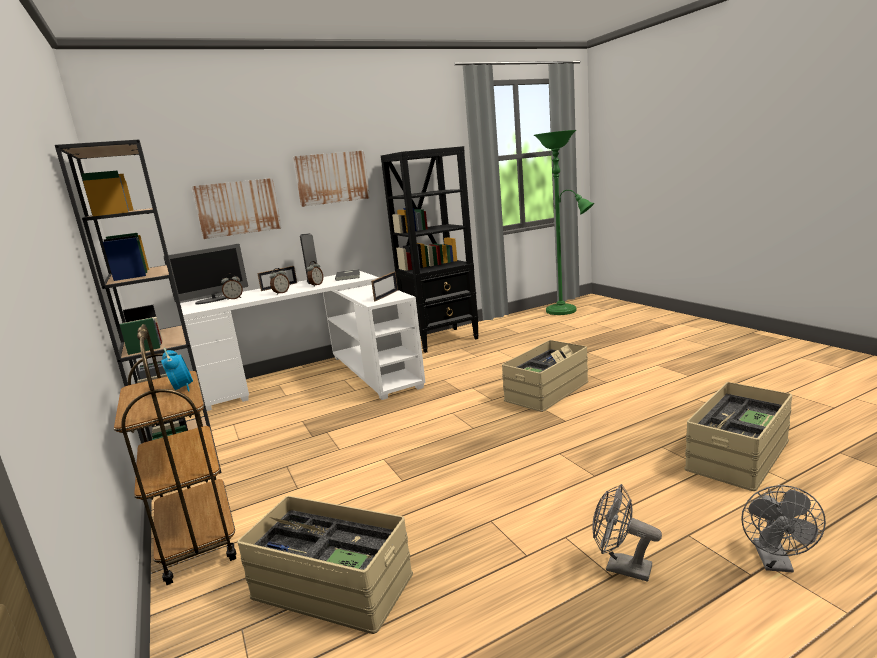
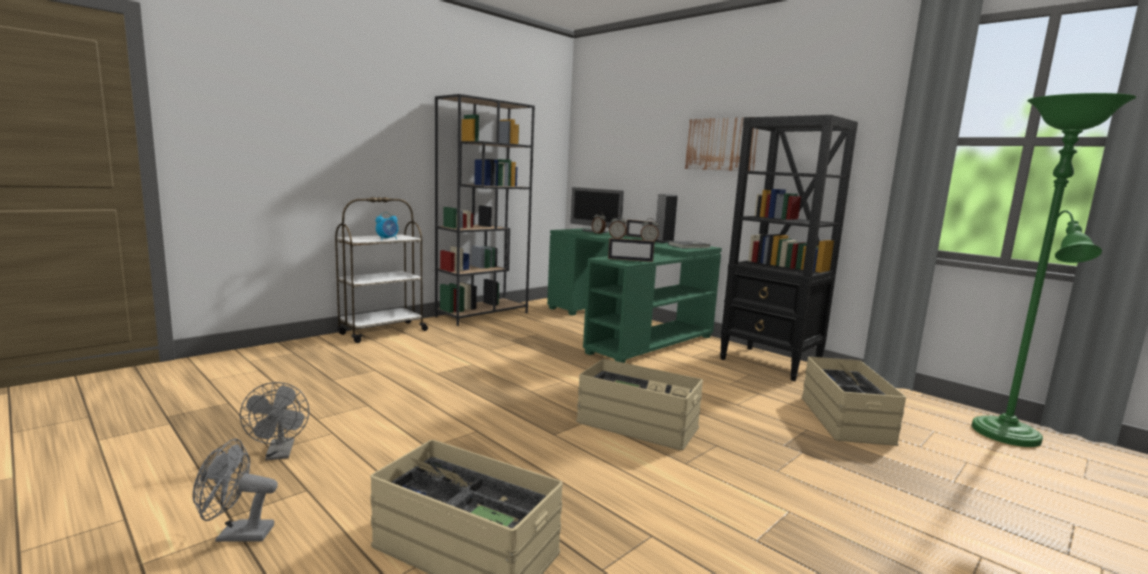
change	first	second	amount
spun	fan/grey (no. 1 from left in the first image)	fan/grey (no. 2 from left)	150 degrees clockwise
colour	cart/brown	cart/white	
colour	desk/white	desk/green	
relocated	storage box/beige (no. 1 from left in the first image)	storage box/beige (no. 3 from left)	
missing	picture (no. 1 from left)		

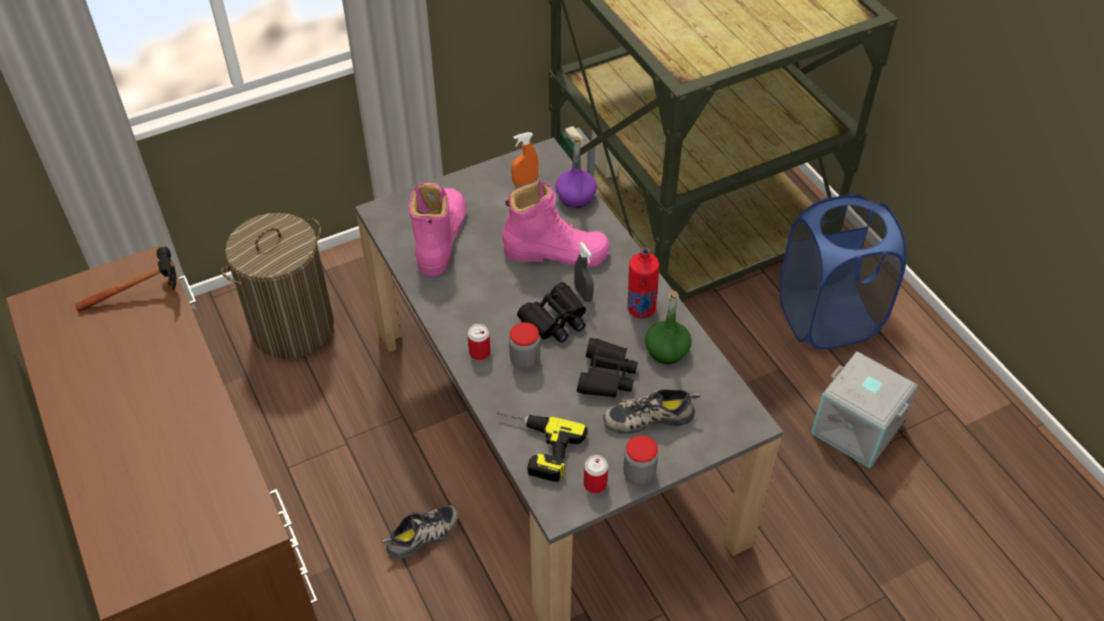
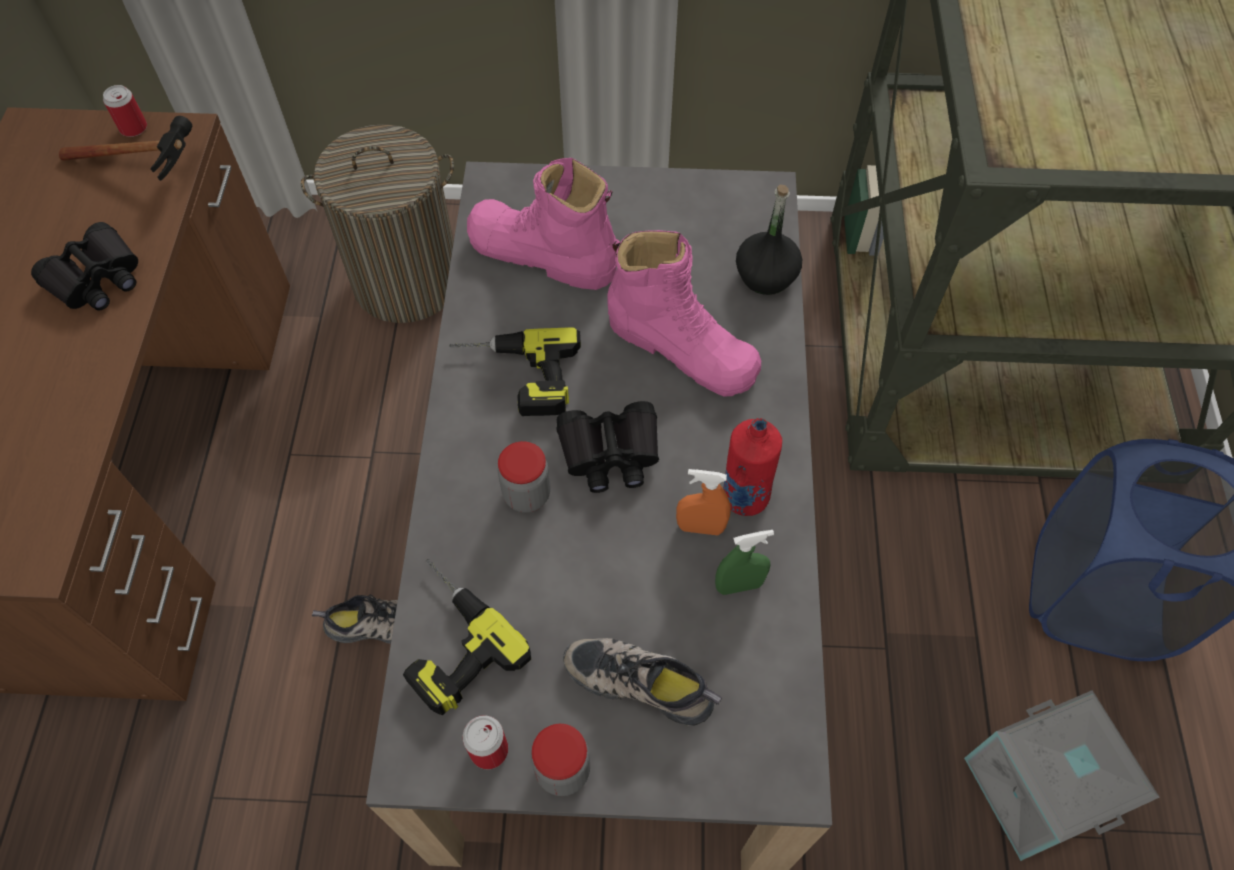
change	first	second	amount
relocated	binoculars/black (no. 2 from left in the first image)	binoculars/black (no. 1 from left)	
relocated	can (no. 1 from left)		
appeared		power drill (no. 2 from left)	
spun	boot/pink (no. 1 from left)		105 degrees counterclockwise
relocated	spray bottle/orange		
exchanged	bottle/green	spray bottle/green	
colour	bottle/purple	bottle/black	
missing	spray bottle/grey		

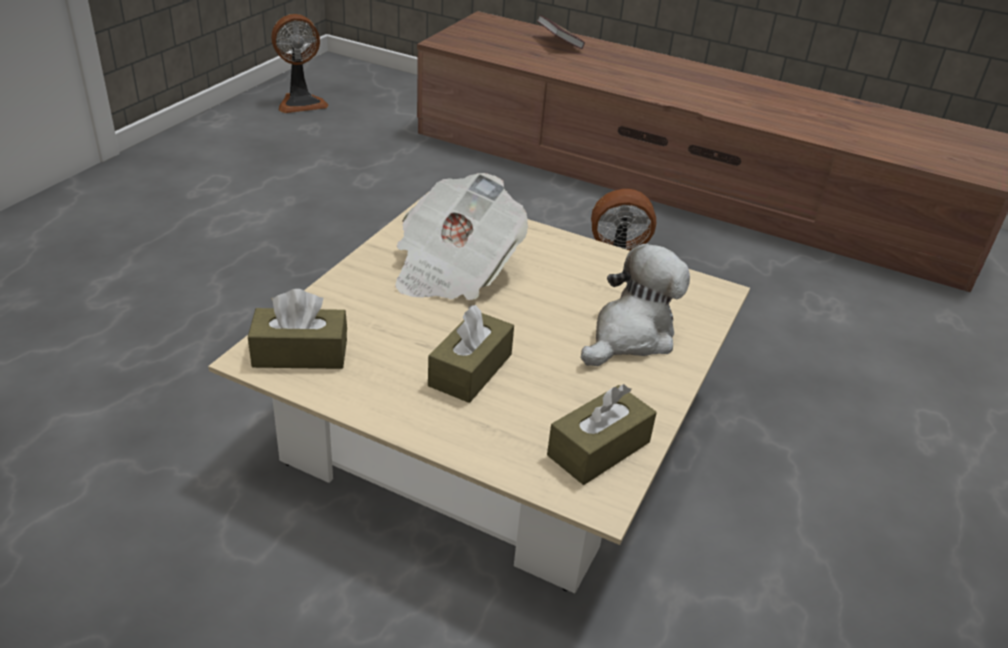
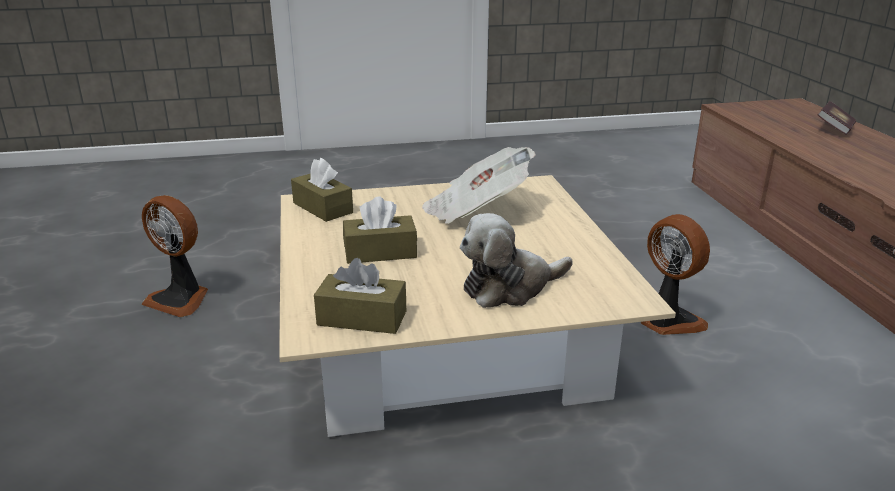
change	first	second	amount
relocated	fan (no. 1 from left)		
spun	plush toy		150 degrees clockwise

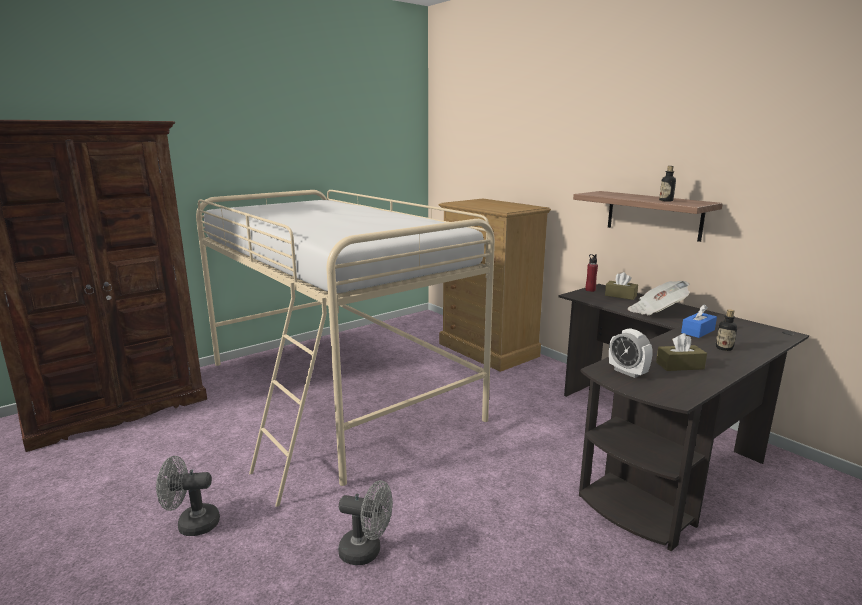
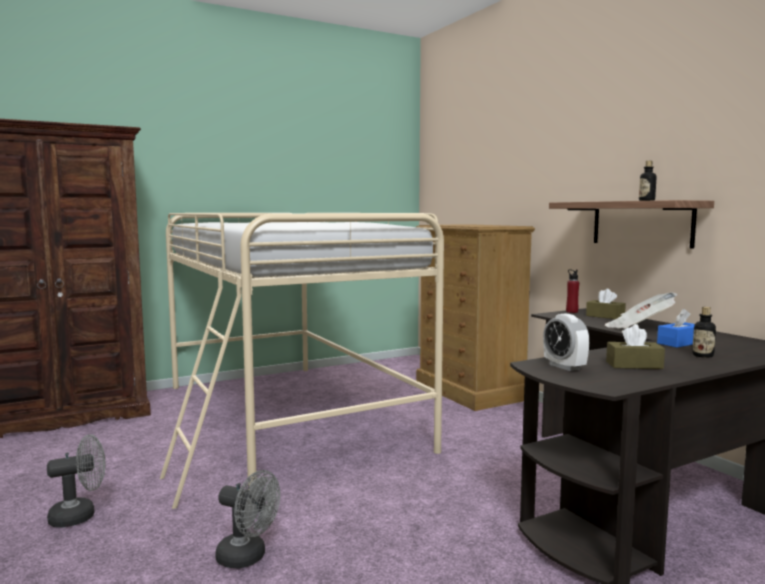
change	first	second	amount
spun	fan/grey (no. 1 from left)		150 degrees clockwise

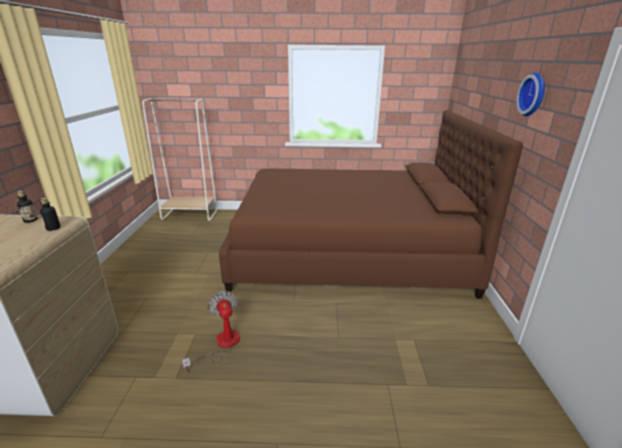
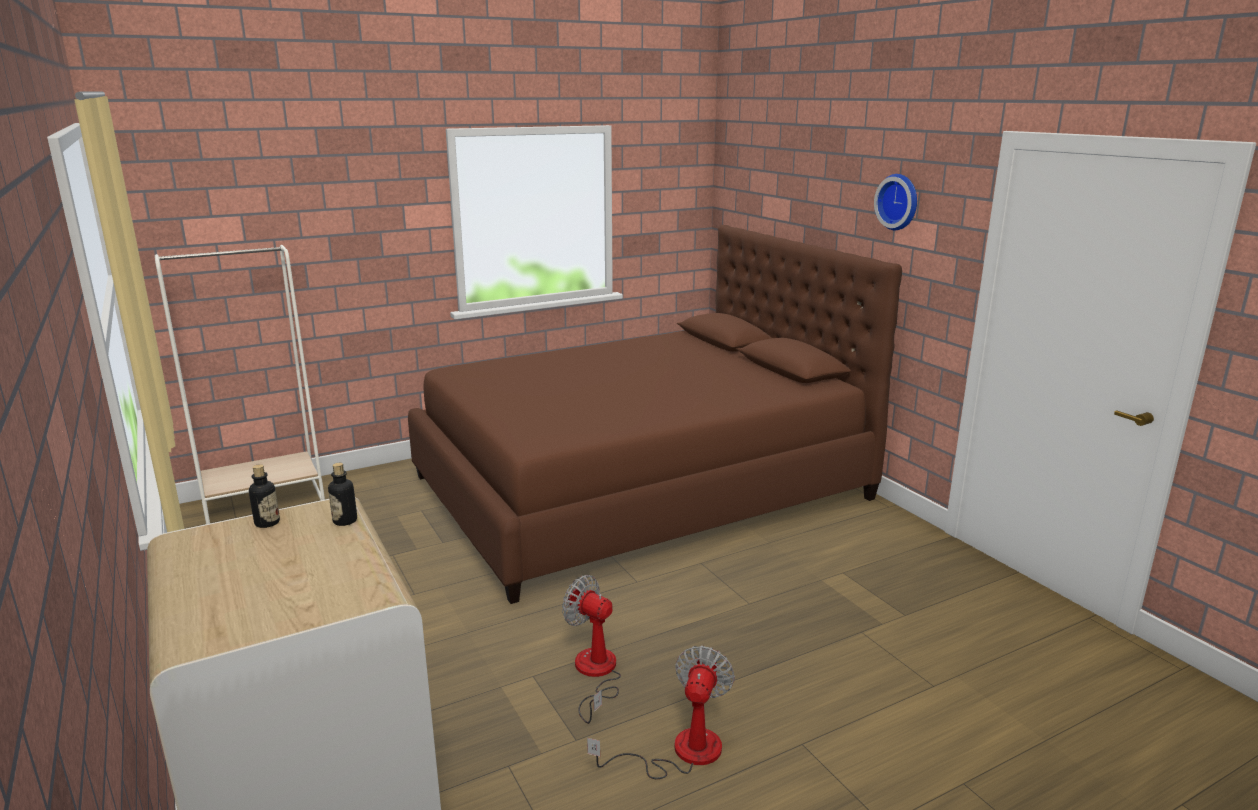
change	first	second	amount
appeared		fan (no. 2 from left)	

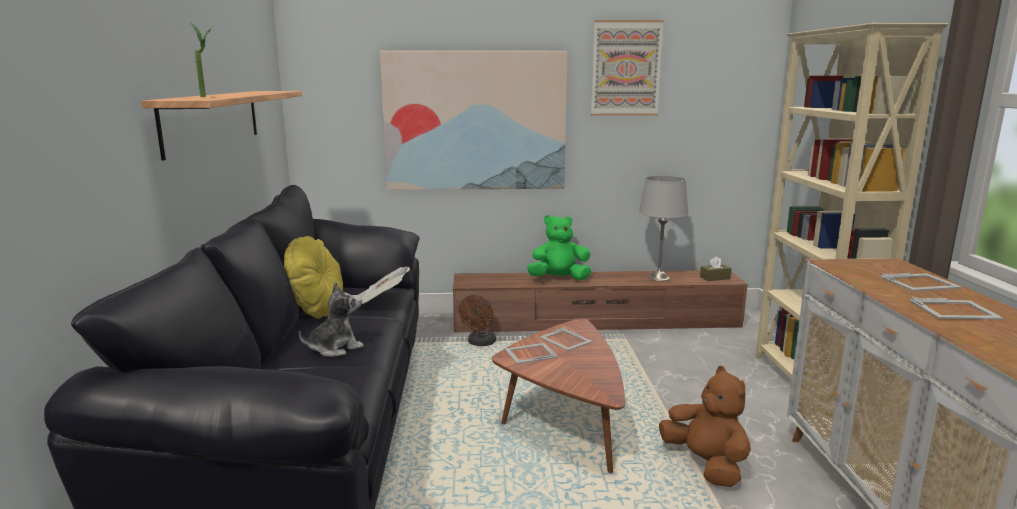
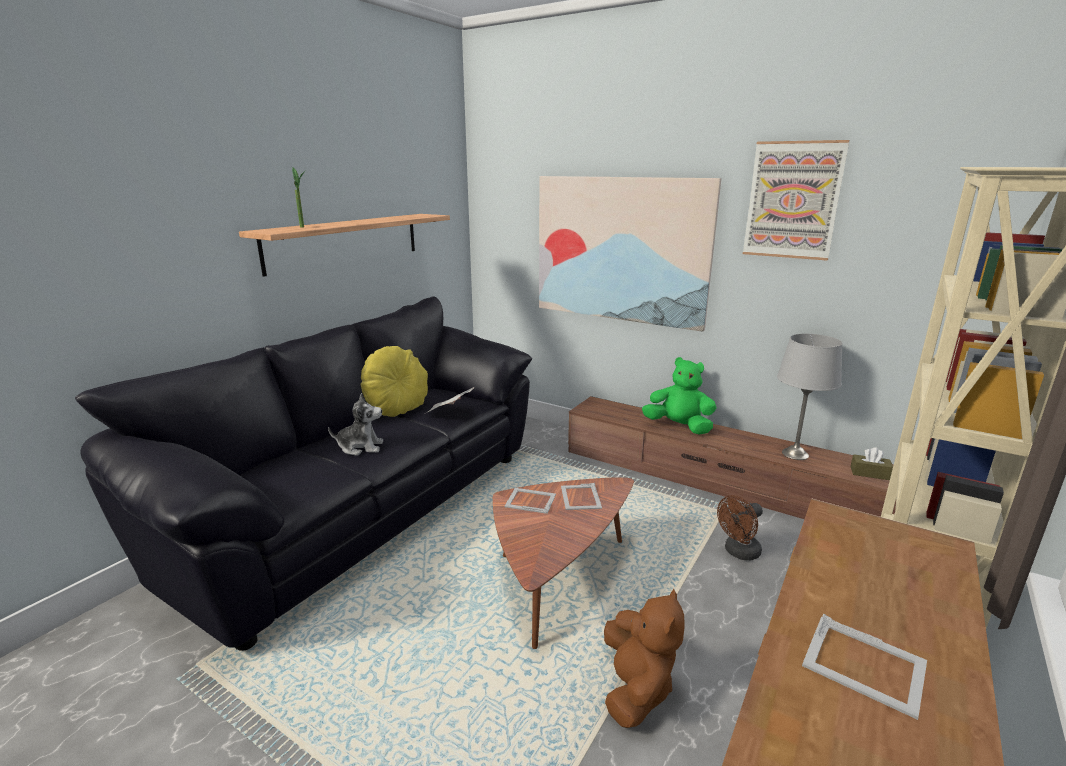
change	first	second	amount
relocated	fan/brown		
missing	picture frame (no. 3 from left)		

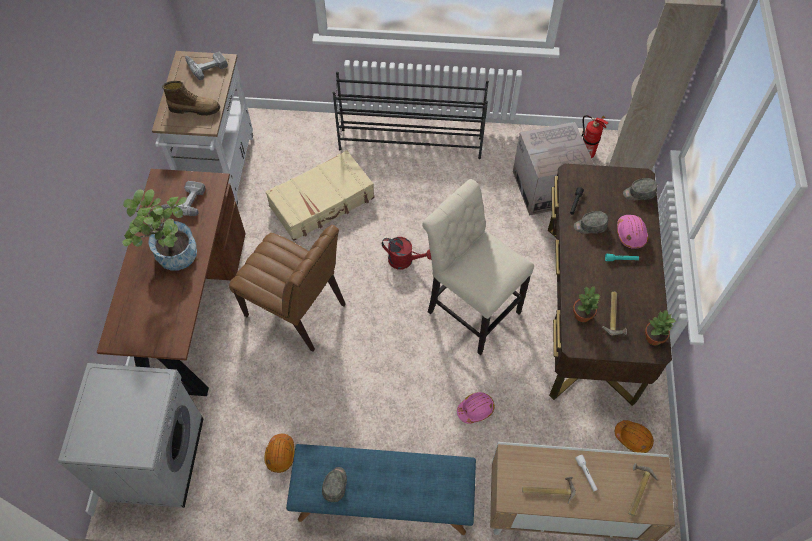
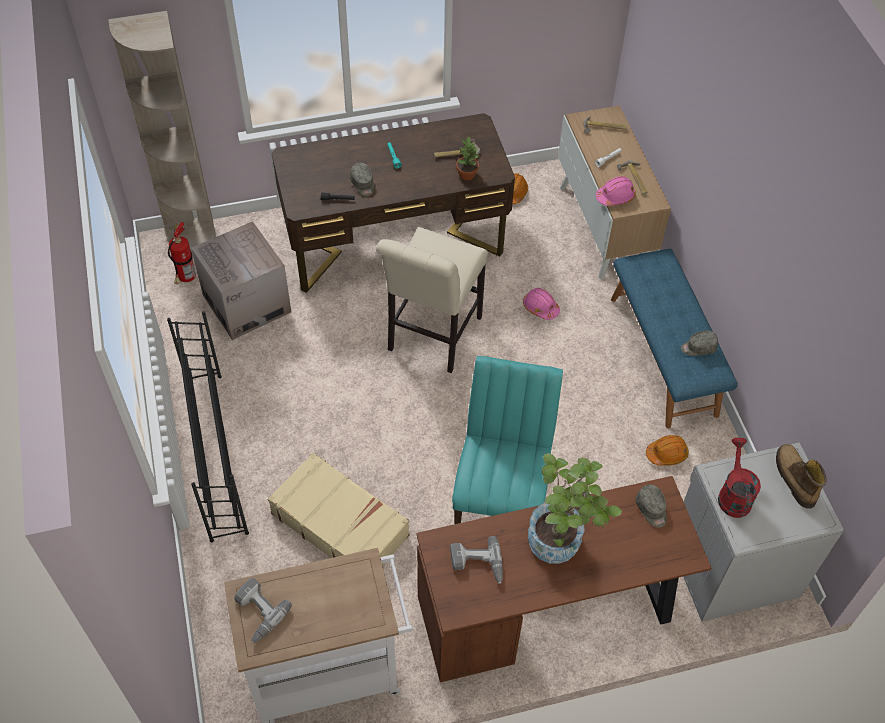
change	first	second	amount
colour	chair/brown	chair/turquoise	
relocated	hard hat/pink (no. 2 from left)		
relocated	cap/grey (no. 3 from left in the first image)	cap/grey (no. 2 from left)	
relocated	watering can/red		
relocated	boot		
missing	potted plant (no. 3 from left)		

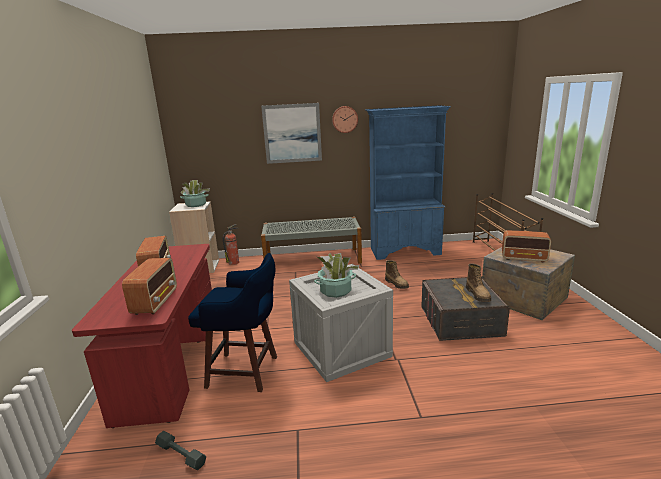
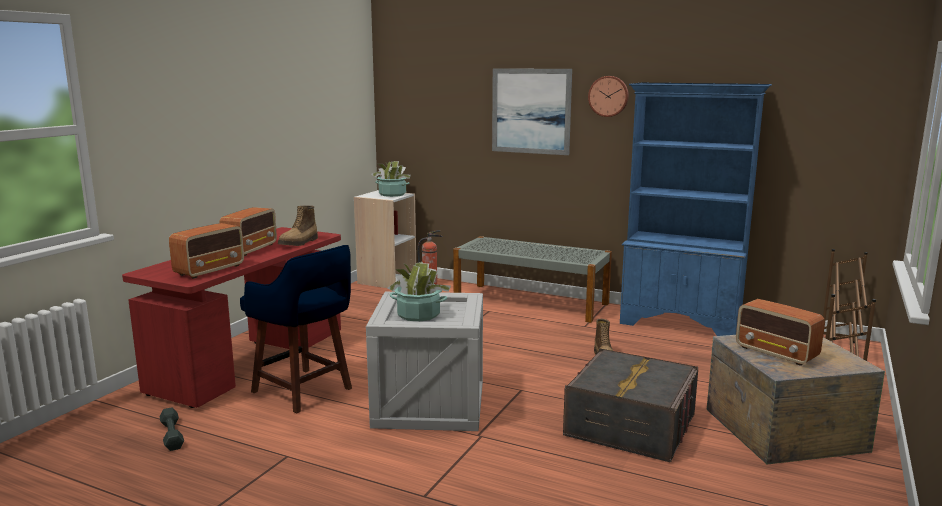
change	first	second	amount
relocated	boot (no. 2 from left in the first image)	boot (no. 1 from left)	

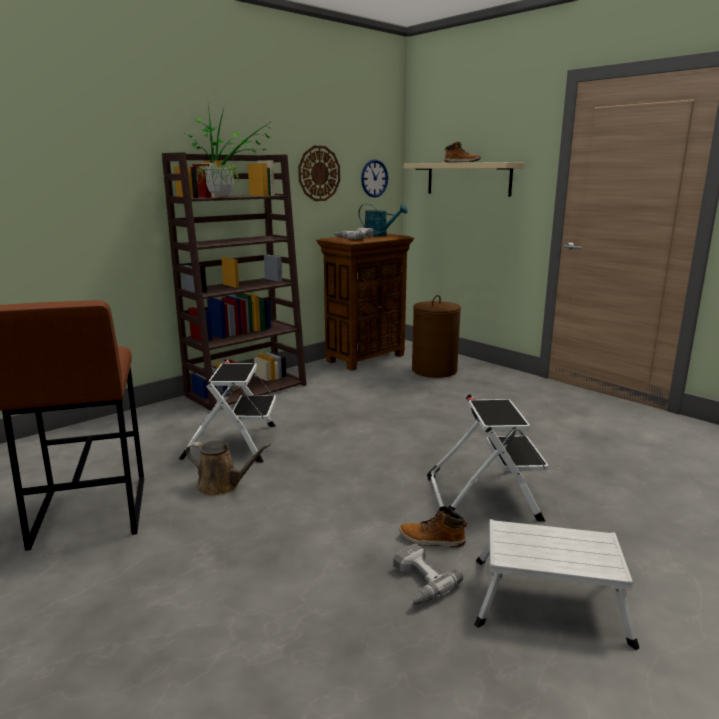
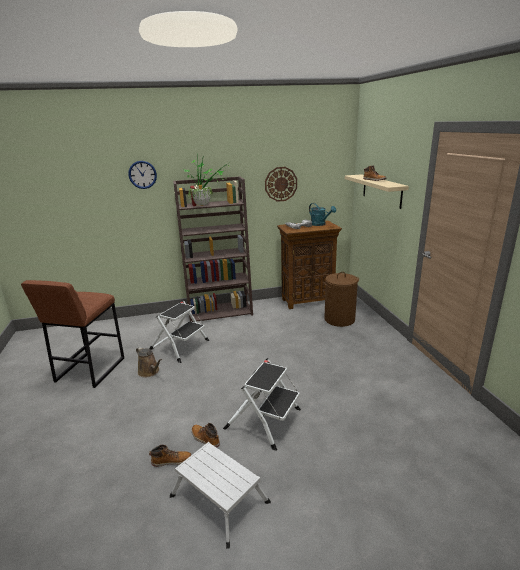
change	first	second	amount
relocated	wall clock (no. 2 from left in the first image)	wall clock (no. 1 from left)	
exchanged	power drill (no. 2 from left)	boot (no. 1 from left)	

